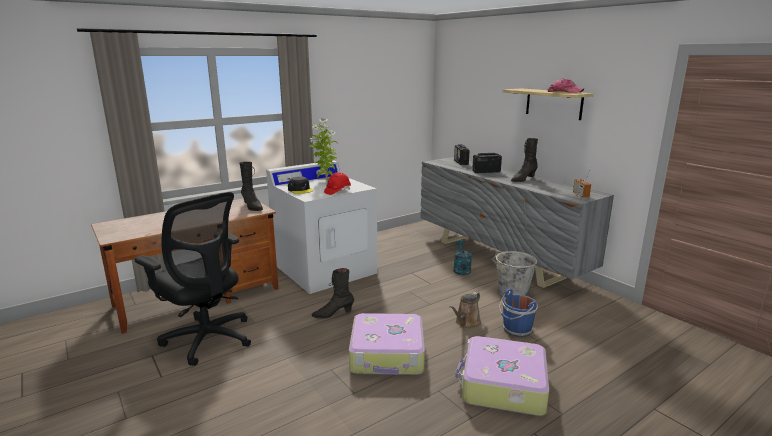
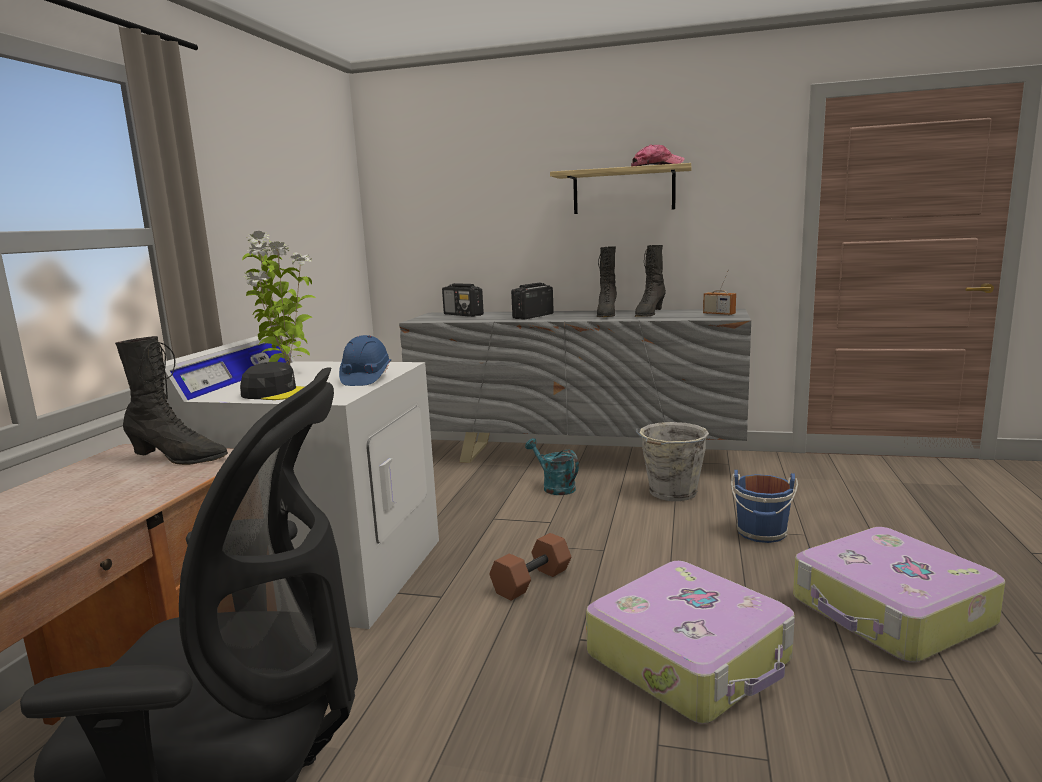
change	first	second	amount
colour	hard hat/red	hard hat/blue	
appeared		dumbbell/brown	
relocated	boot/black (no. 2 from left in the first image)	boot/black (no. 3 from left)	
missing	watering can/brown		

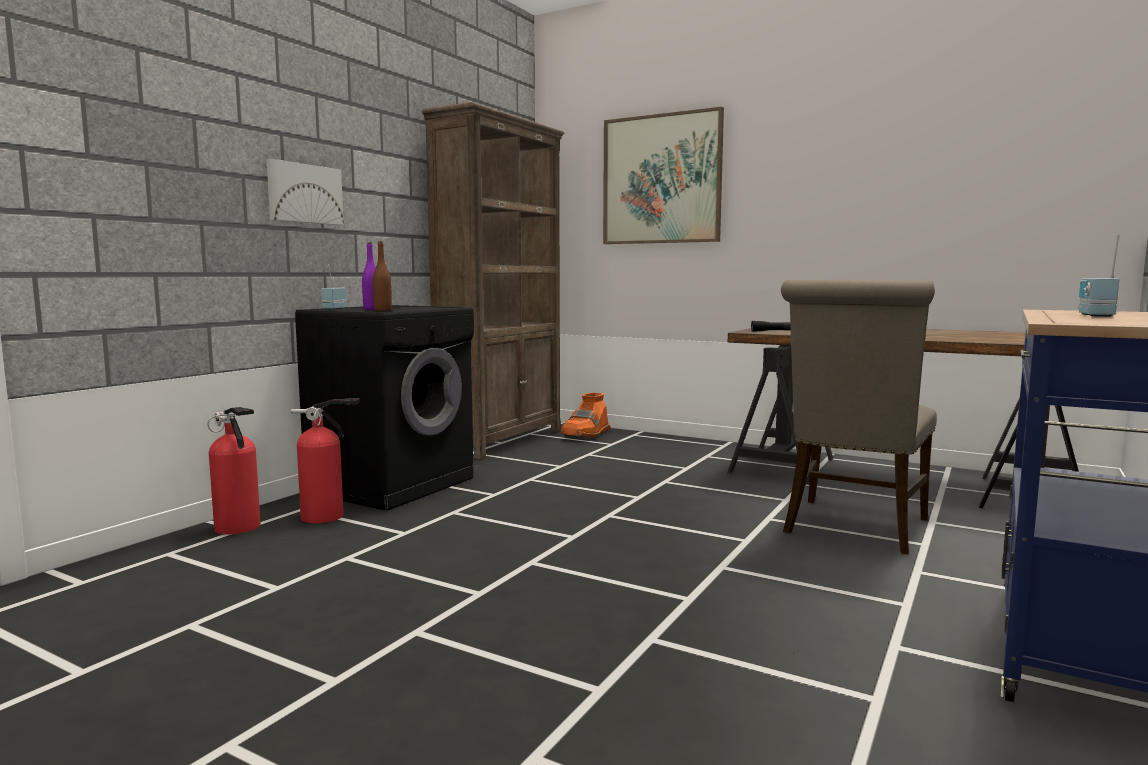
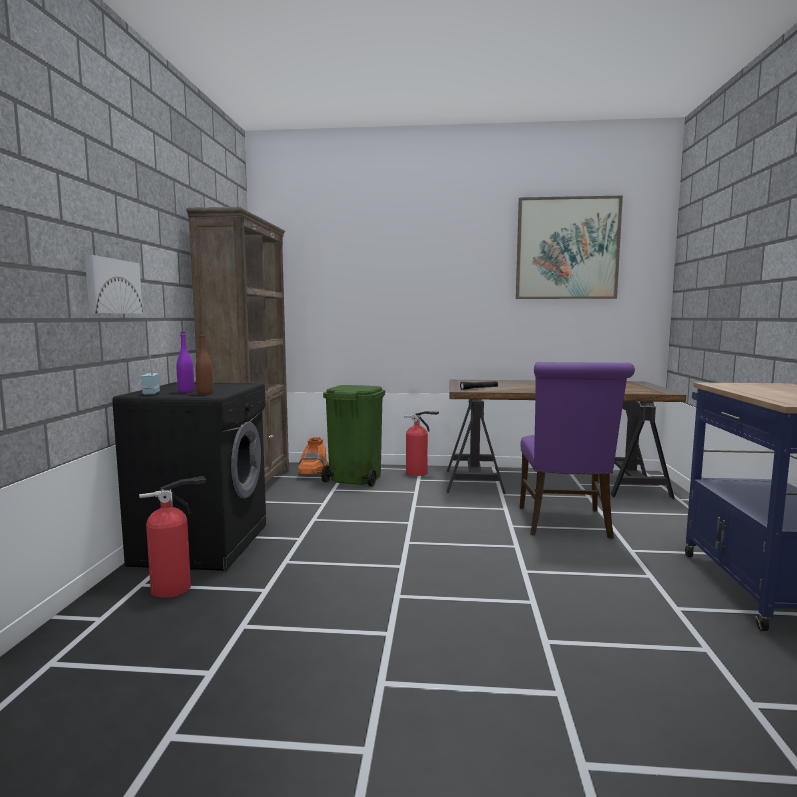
change	first	second	amount
appeared		trash can/green	
relocated	fire extinguisher (no. 1 from left in the first image)	fire extinguisher (no. 2 from left)	
relocated	picture (no. 2 from left)		
colour	chair/beige	chair/purple	
missing	radio (no. 2 from left)		

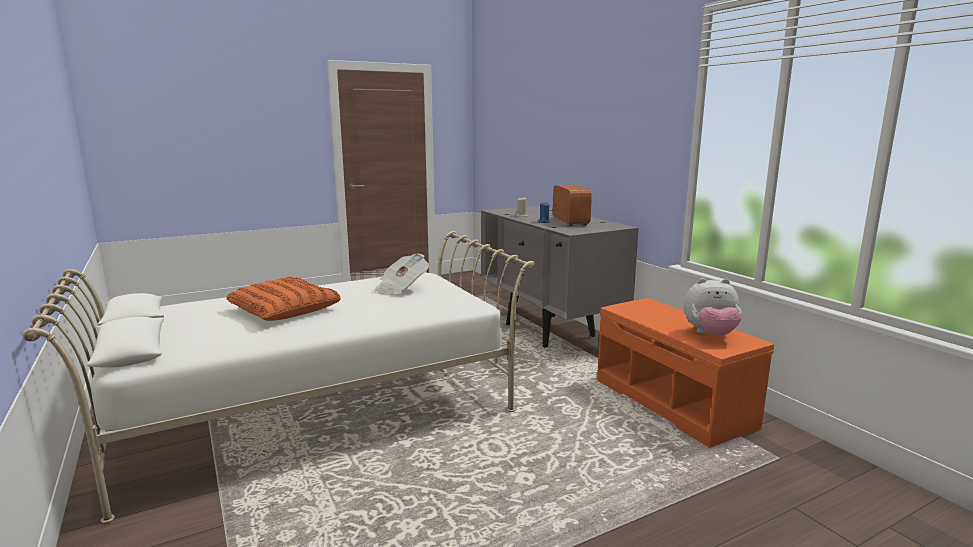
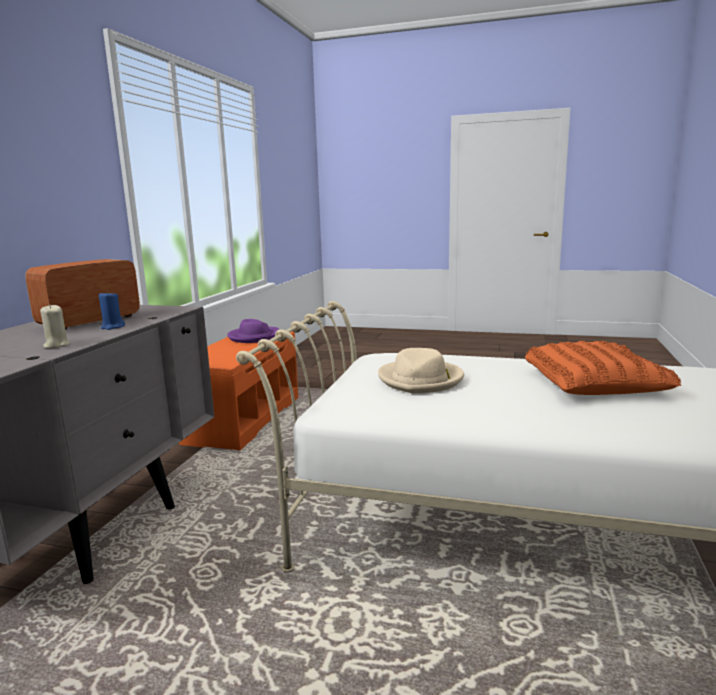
change	first	second	amount
exchanged	plush toy	hat/purple	
exchanged	newspaper	hat/beige	

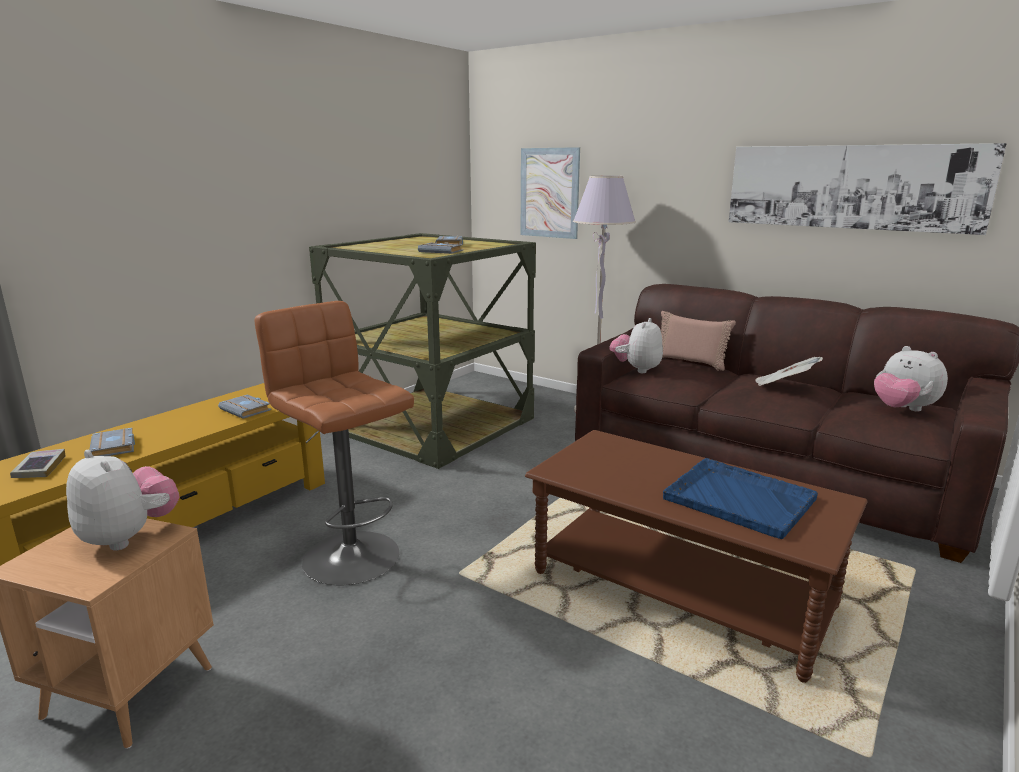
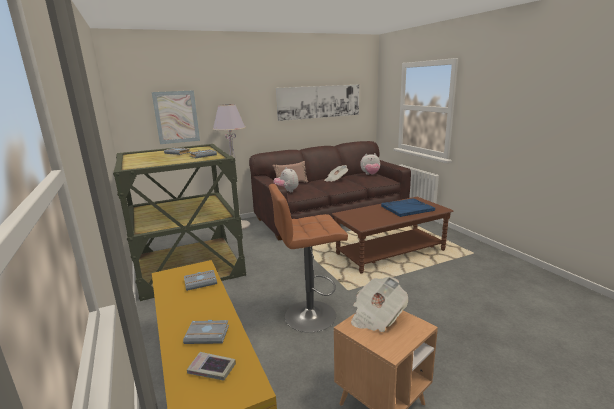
change	first	second	amount
exchanged	plush toy (no. 1 from left)	newspaper (no. 2 from left)	

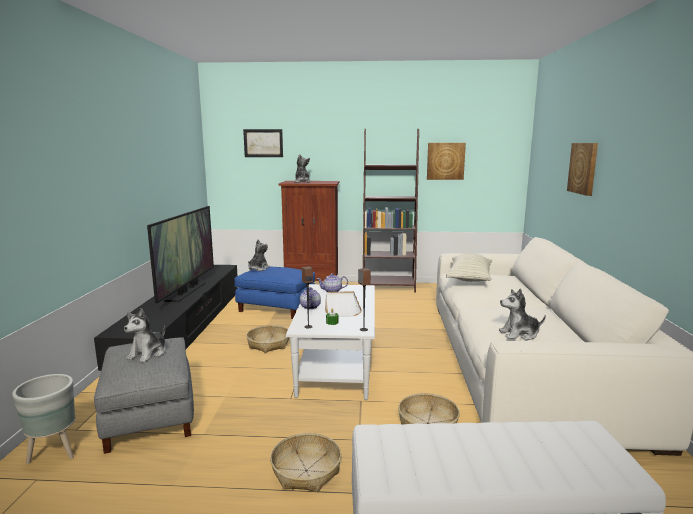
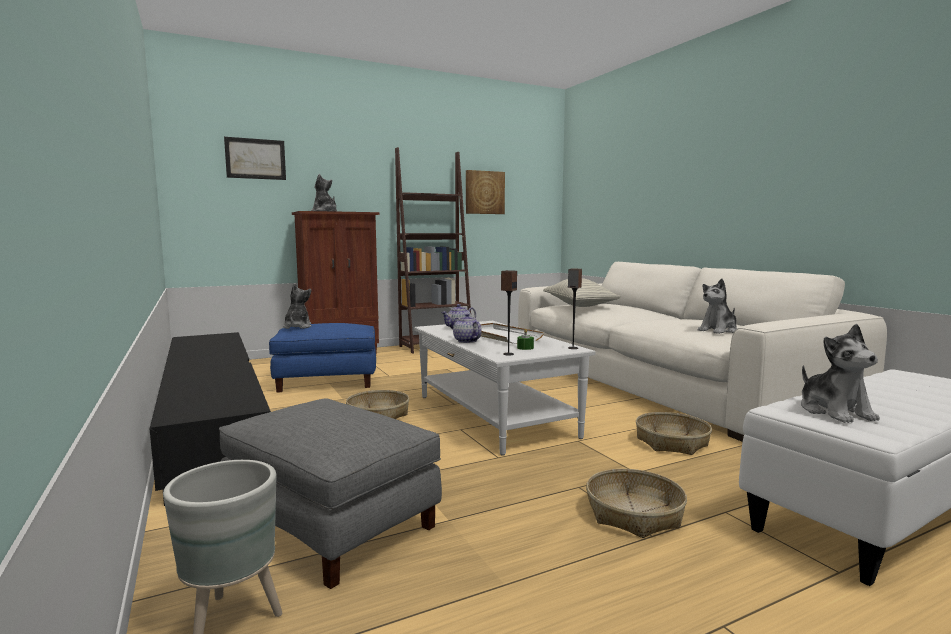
change	first	second	amount
relocated	plush toy (no. 1 from left in the first image)	plush toy (no. 4 from left)	
missing	television		
missing	picture (no. 3 from left)		

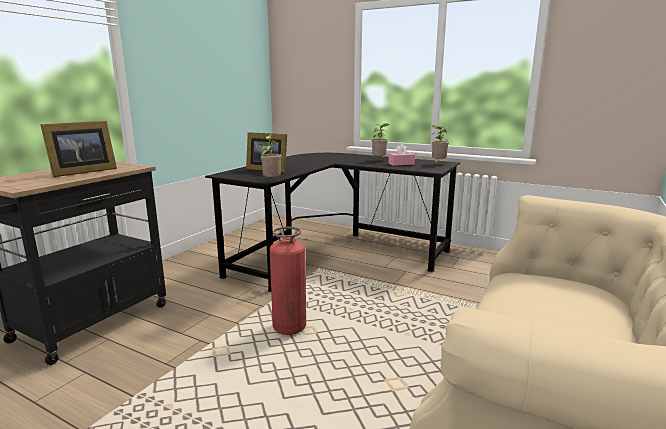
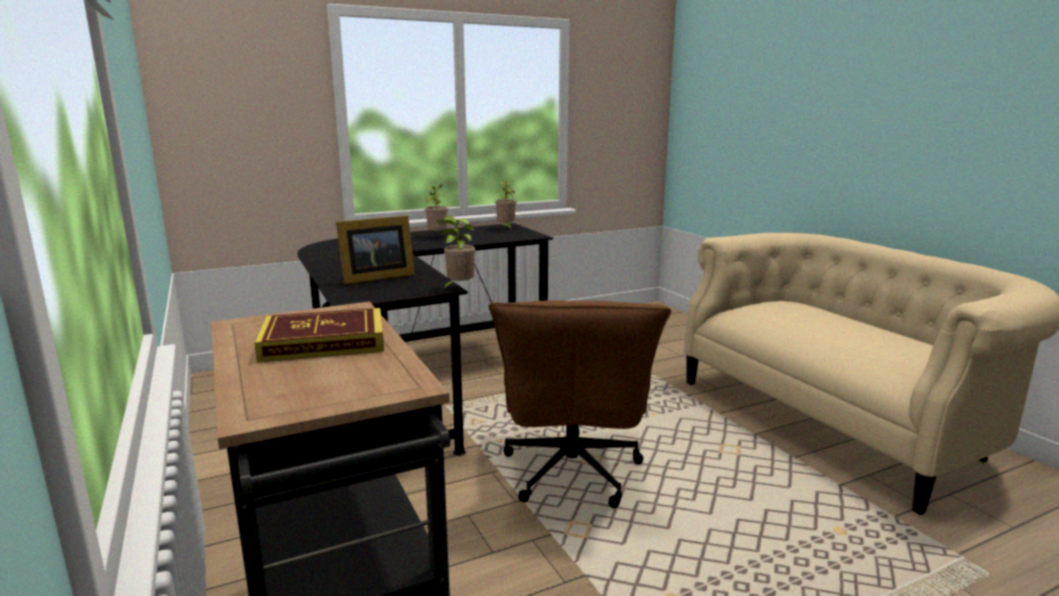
change	first	second	amount
exchanged	picture frame (no. 1 from left)	book	
exchanged	fire extinguisher	office chair/brown	
missing	tissue box/pink		

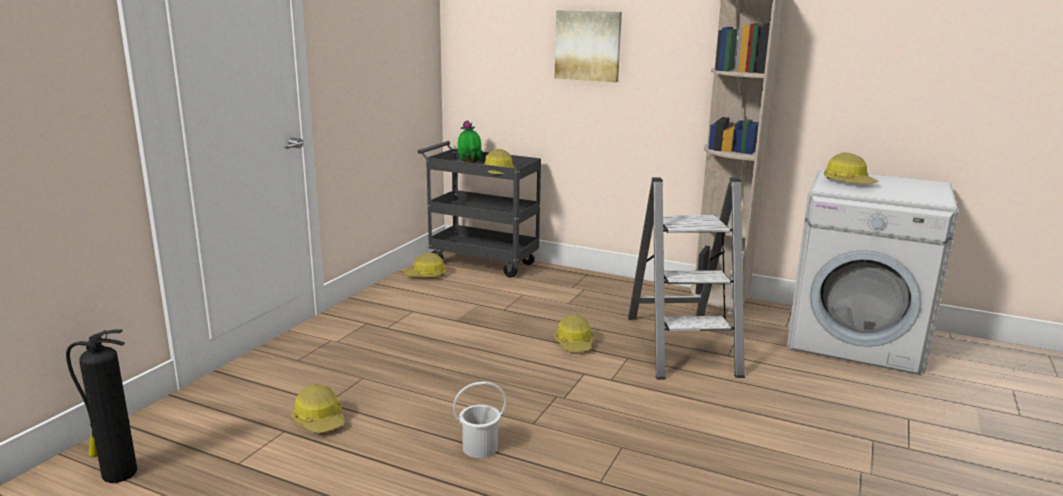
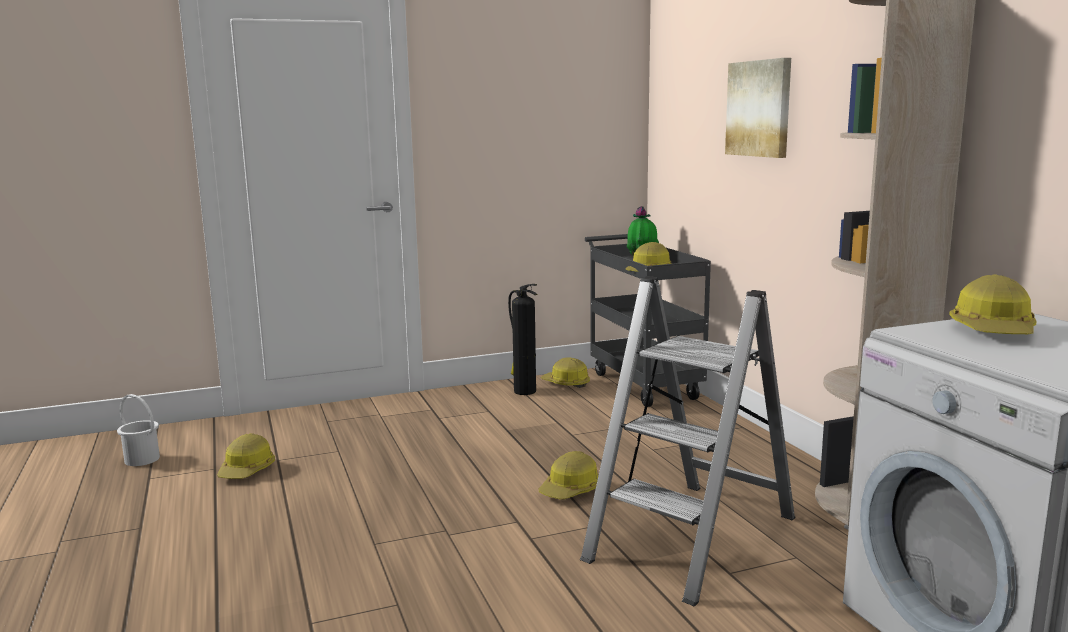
change	first	second	amount
relocated	bucket/white		
relocated	fire extinguisher		

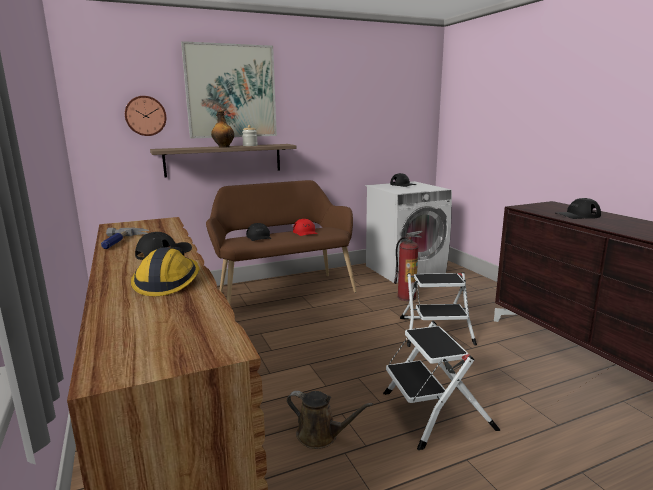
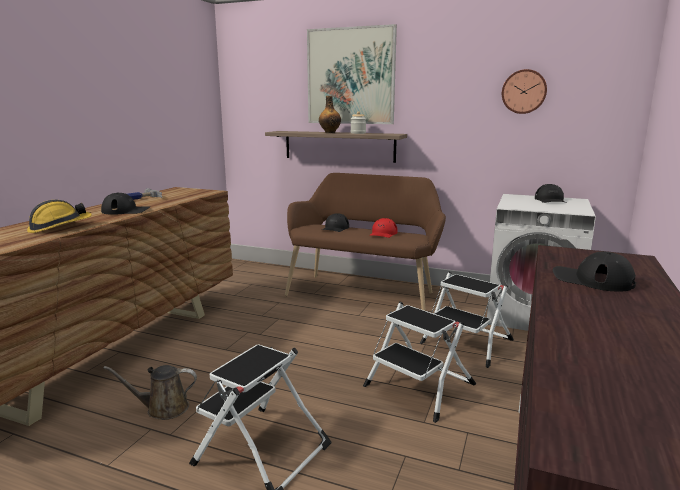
change	first	second	amount
spun	watering can/brown		105 degrees clockwise
exchanged	fire extinguisher	step ladder (no. 3 from left)	
relocated	wall clock		

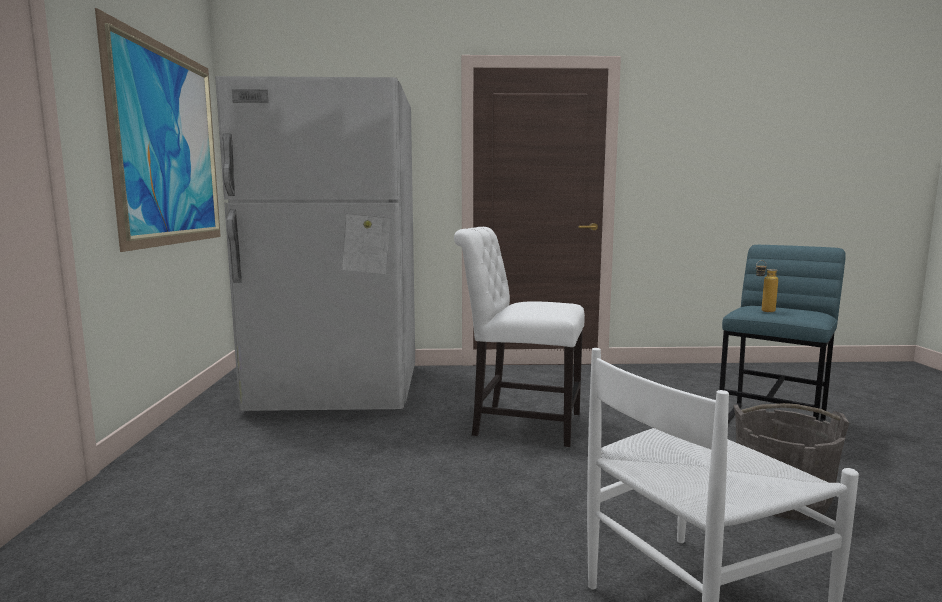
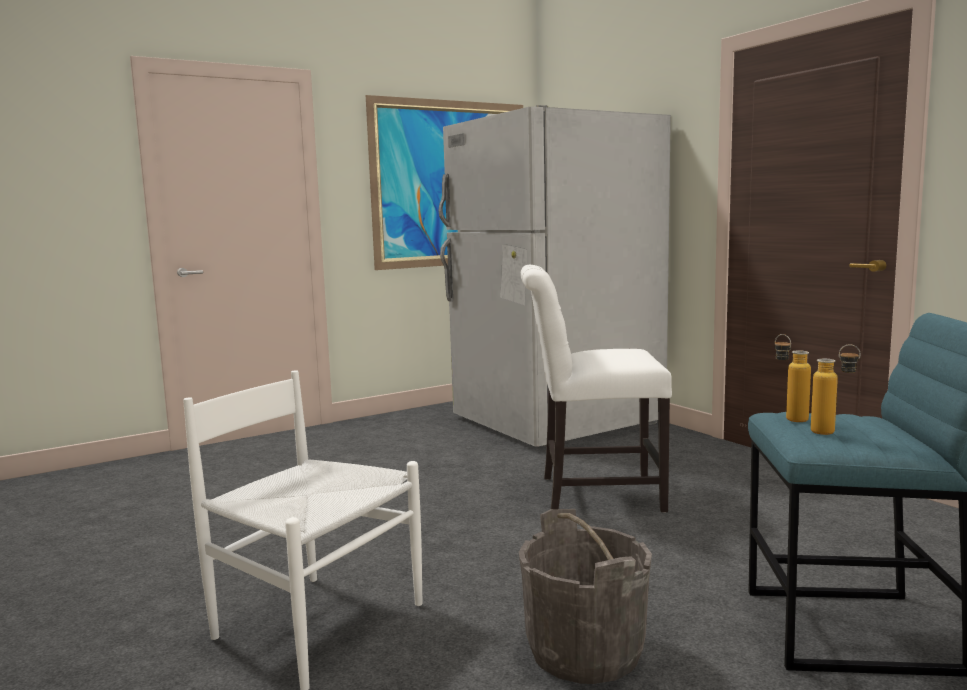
change	first	second	amount
spun	chair/white (no. 1 from left in the first image)	chair/white (no. 2 from left)	75 degrees counterclockwise
appeared		bottle (no. 2 from left)	

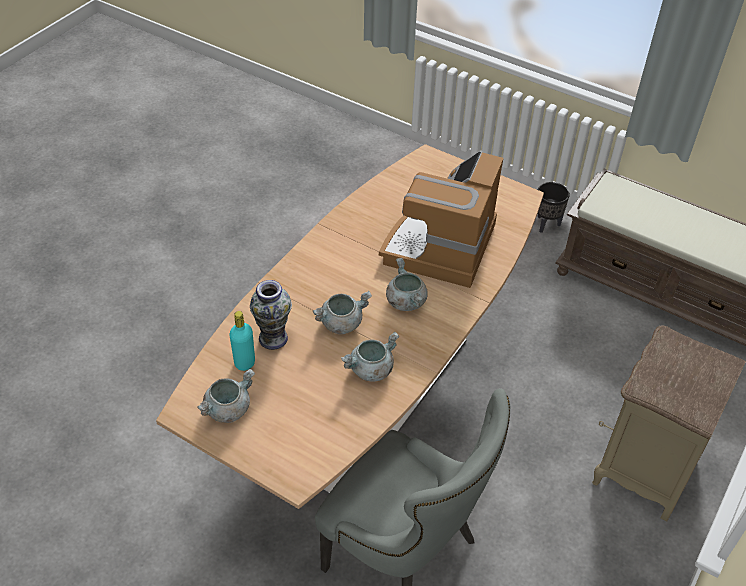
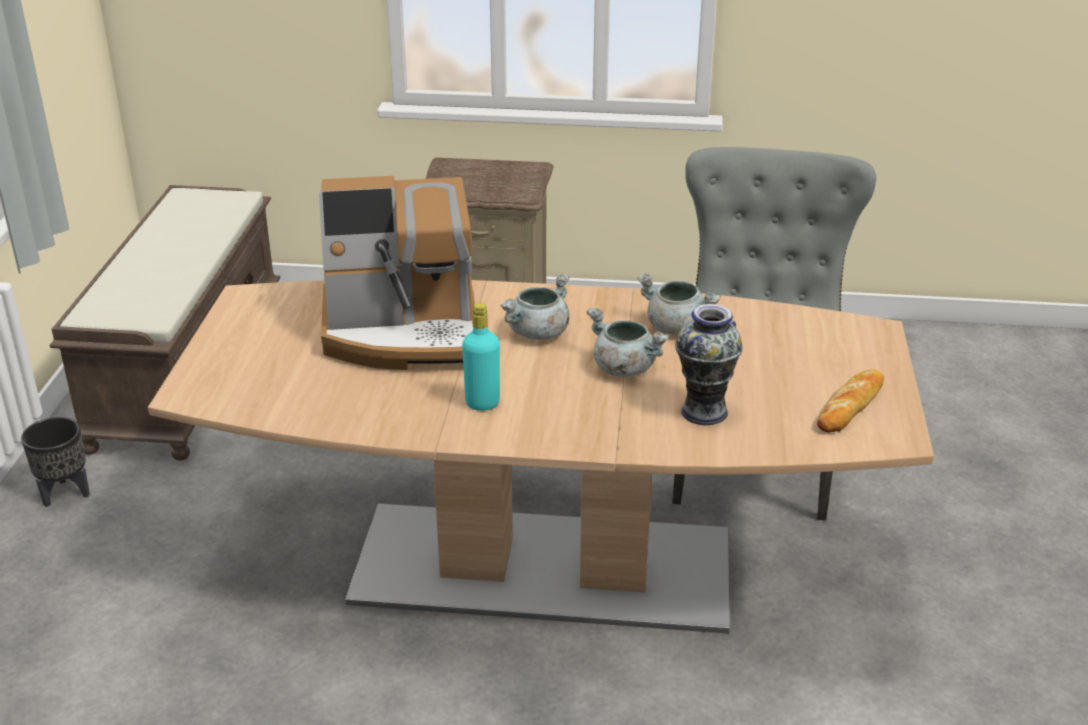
change	first	second	amount
relocated	bottle/turquoise		
exchanged	cooking pot/grey (no. 1 from left)	bread	

